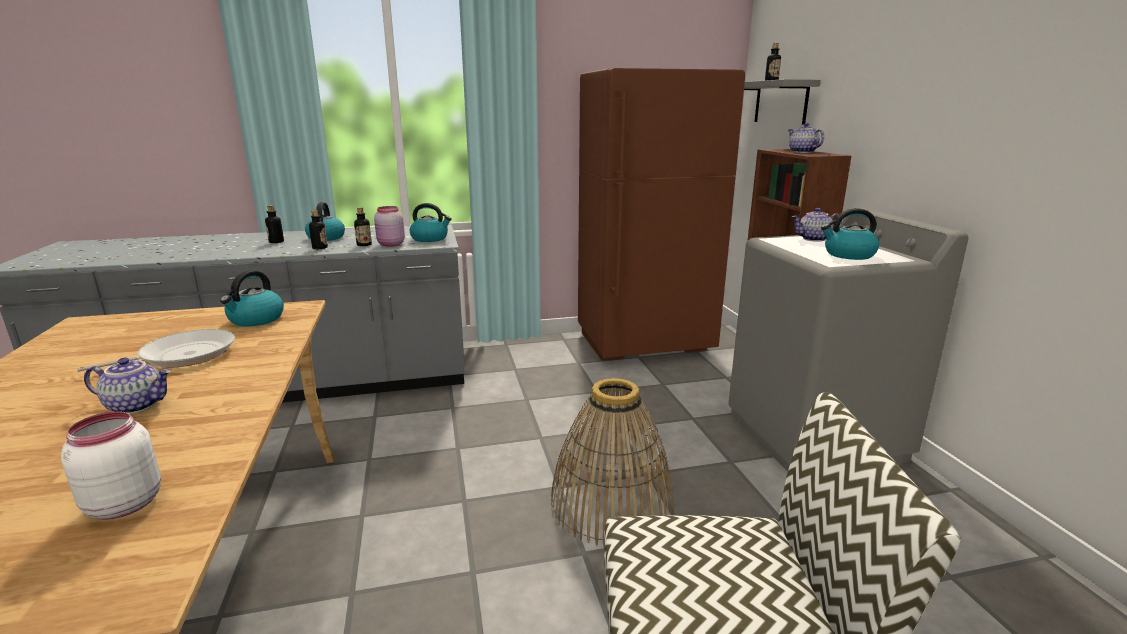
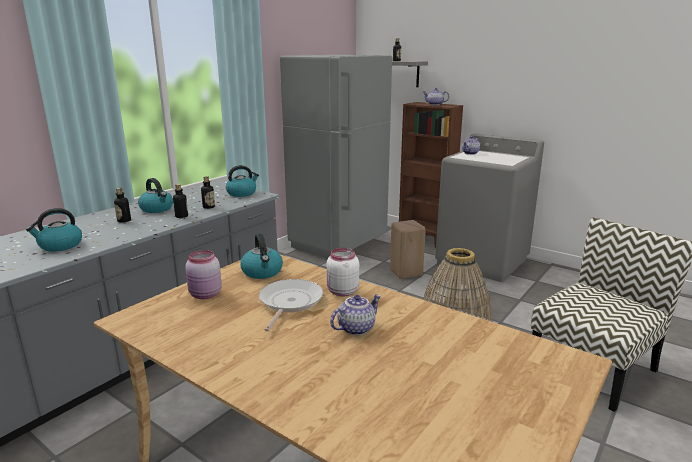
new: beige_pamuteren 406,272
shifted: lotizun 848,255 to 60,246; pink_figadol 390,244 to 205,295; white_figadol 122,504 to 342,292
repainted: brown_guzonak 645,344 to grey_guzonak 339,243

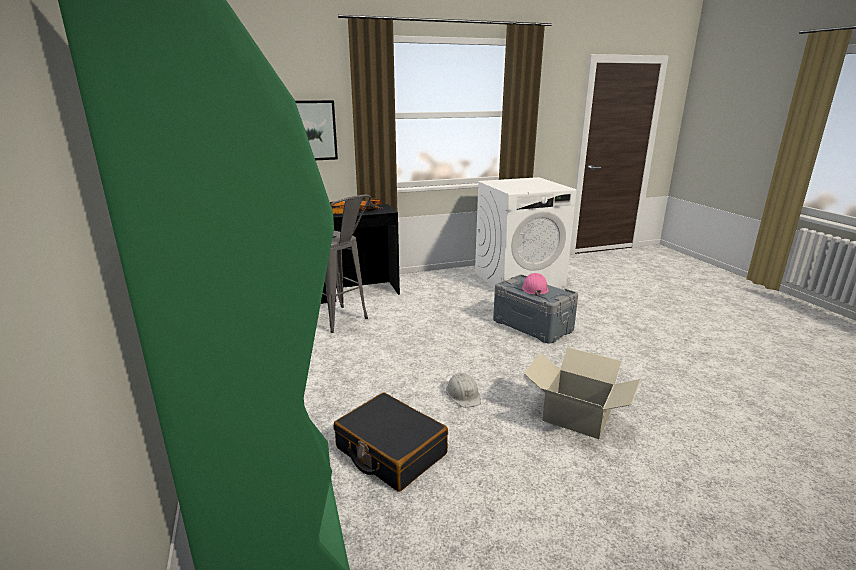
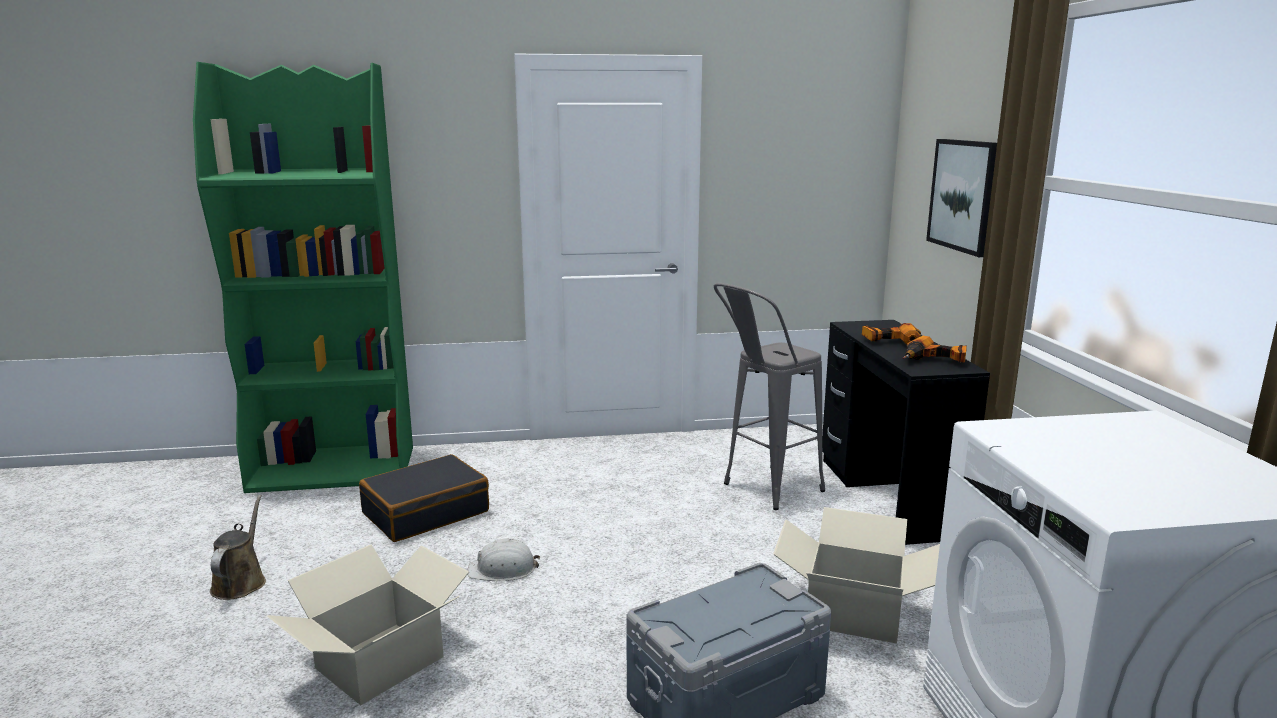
gone: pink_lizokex 534,289
new: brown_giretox 240,582; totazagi 853,612

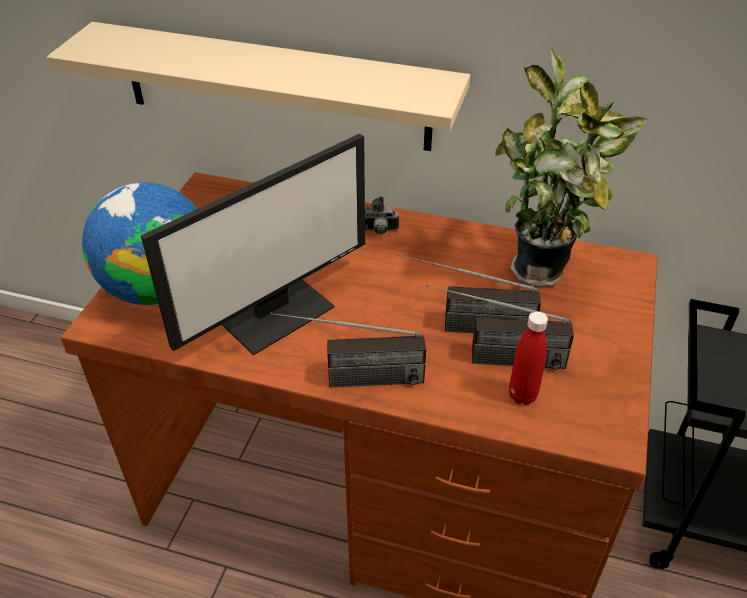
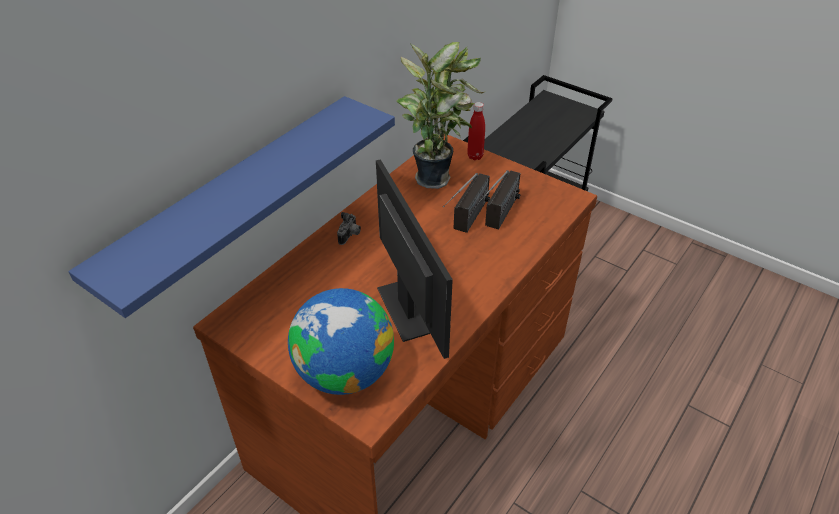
gone: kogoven 350,379
shifted: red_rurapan 522,395 to 475,156
repainted: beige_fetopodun 275,87 to blue_fetopodun 233,201

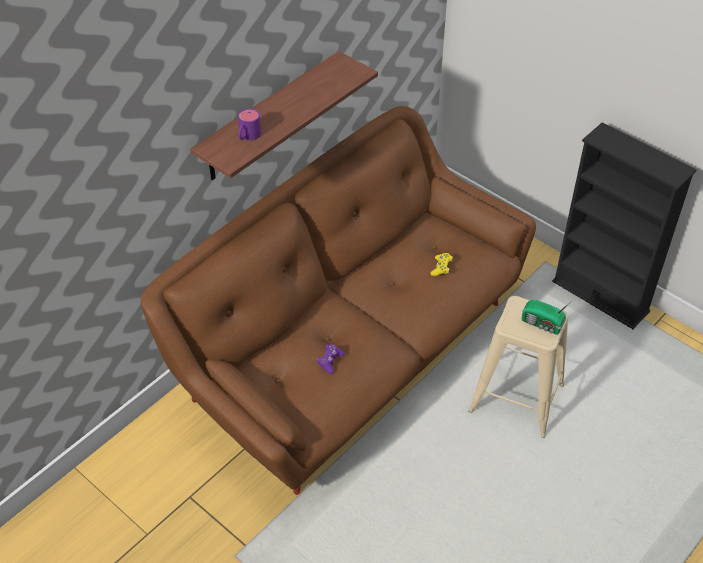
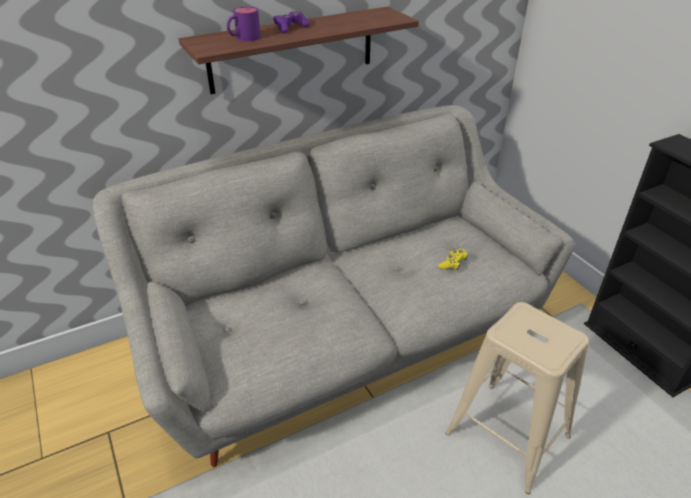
gone: kogoven 543,324
shifted: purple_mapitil 330,361 to 290,27
repainted: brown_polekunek 351,352 to grey_polekunek 345,337

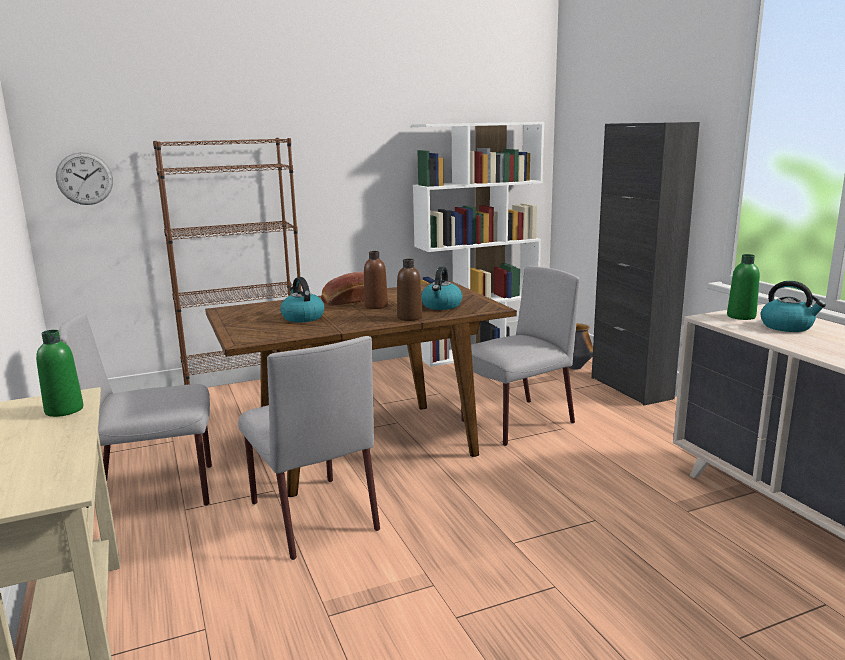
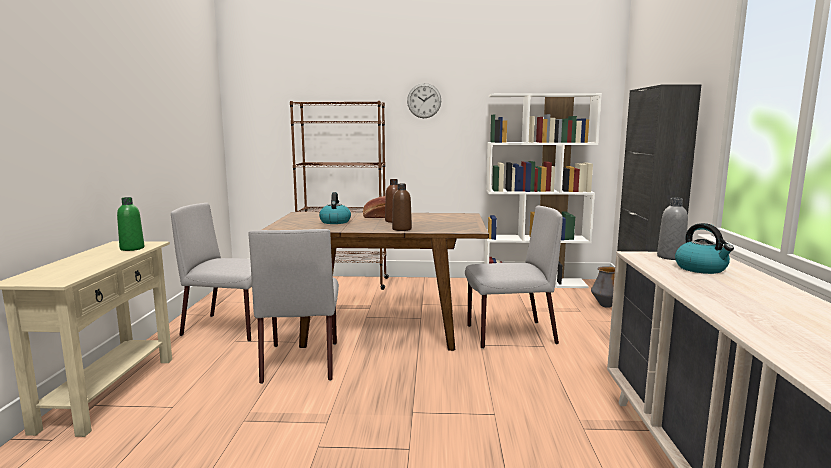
gone: lotizun 441,306
shifted: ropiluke 84,178 to 424,100
repainted: green_rurapan 741,316 to grey_rurapan 670,257

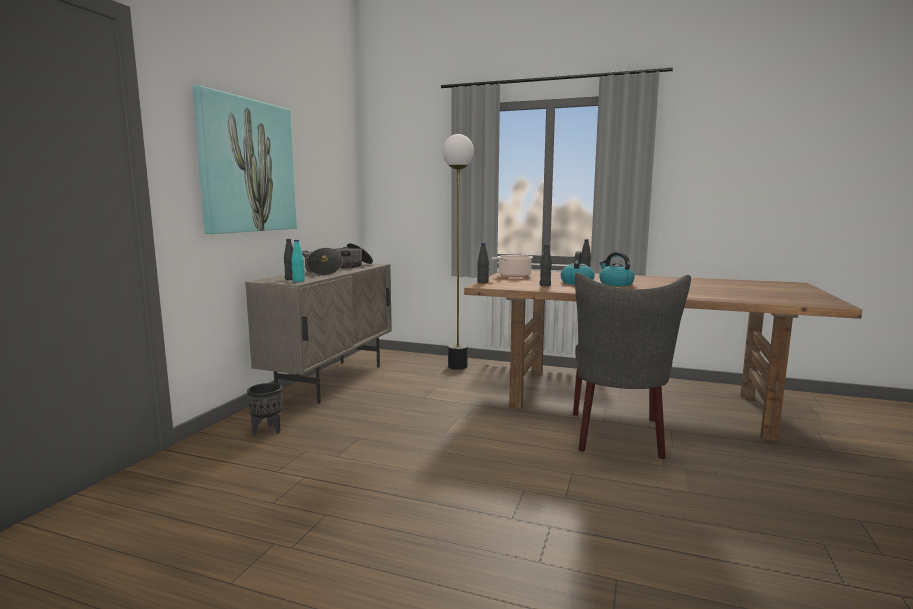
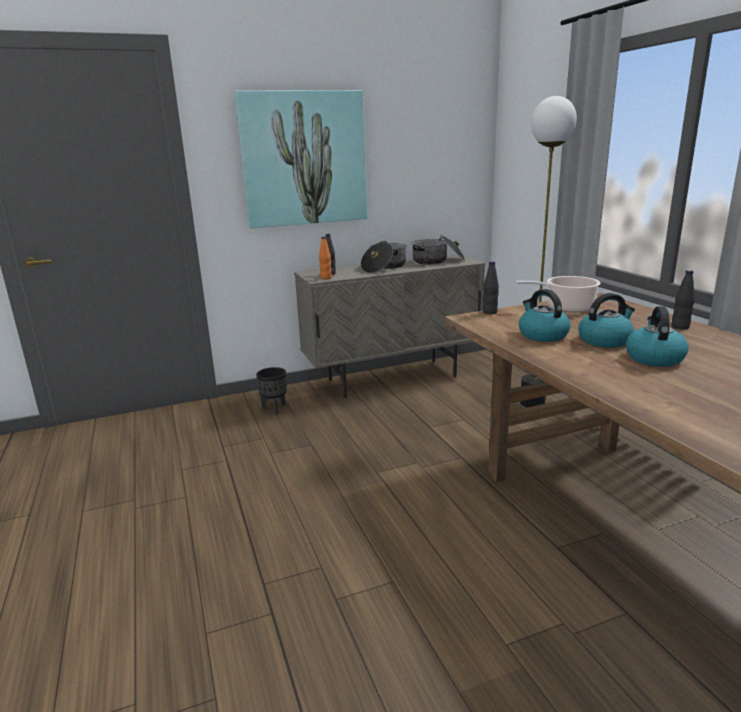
gone: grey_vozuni 617,437
swapped: black_rurapan 545,285 to lotizun 542,335
repainted: turquoise_rurapan 298,281 to orange_rurapan 326,278

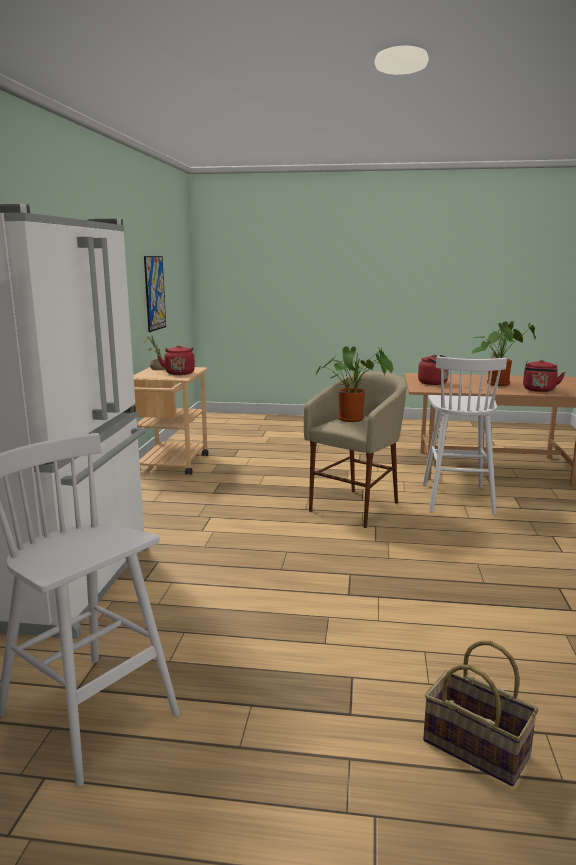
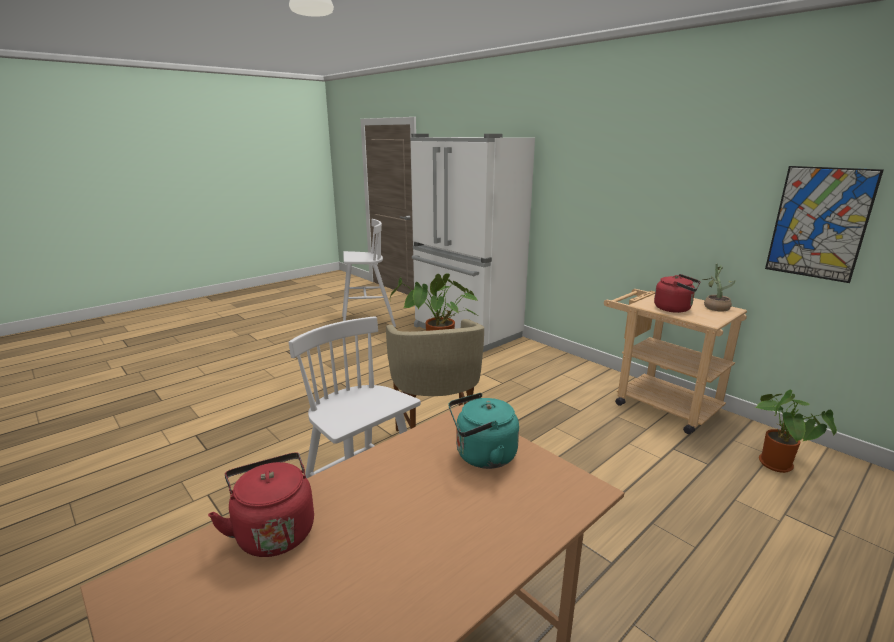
gone: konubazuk 477,747
shifted: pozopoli 498,383 to 778,466
repainted: red_lotizun 435,383 to turquoise_lotizun 482,456

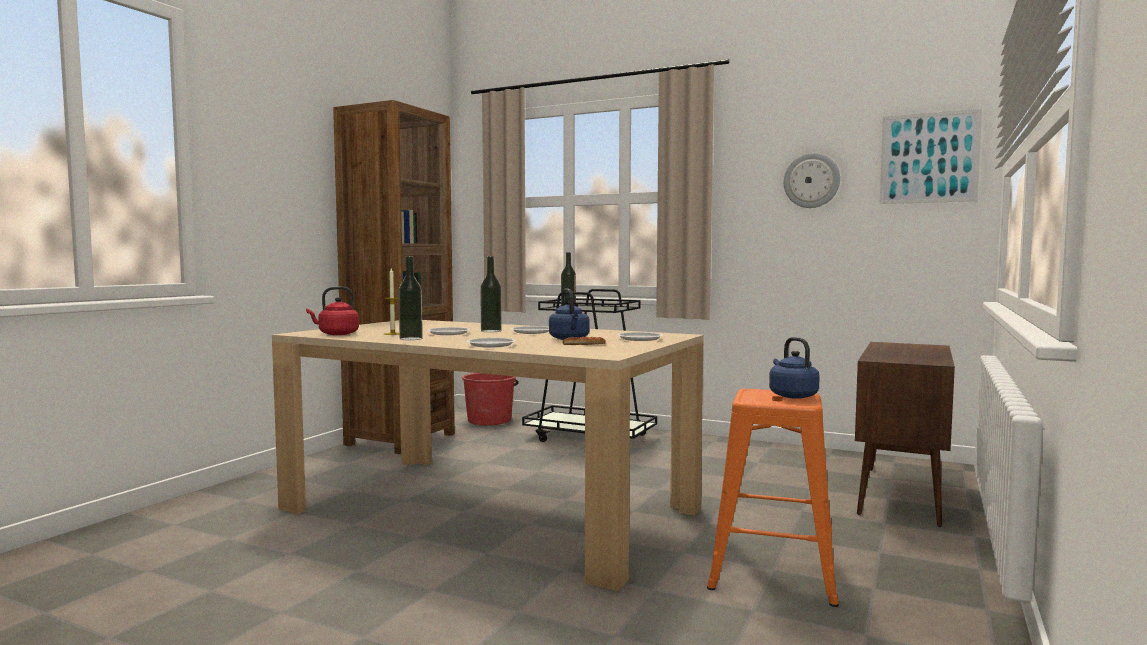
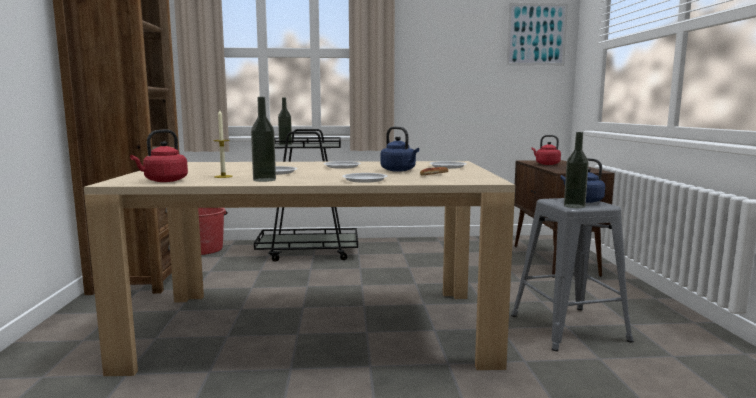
gone: ropiluke 811,180
new: red_lotizun 546,164
shifted: rurapan 491,331 to 574,206
repainted: orange_pamuteren 774,572 to grey_pamuteren 570,328

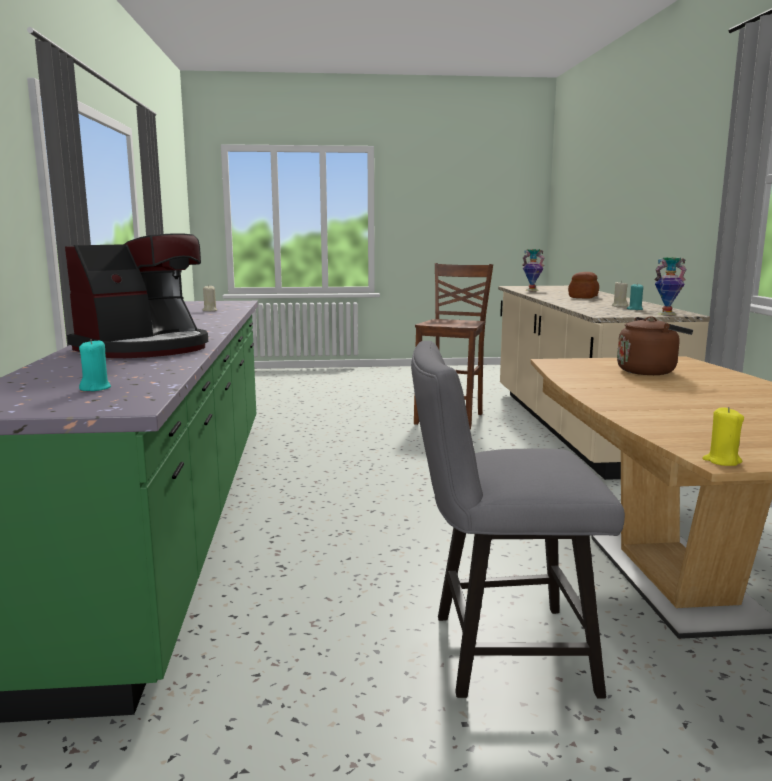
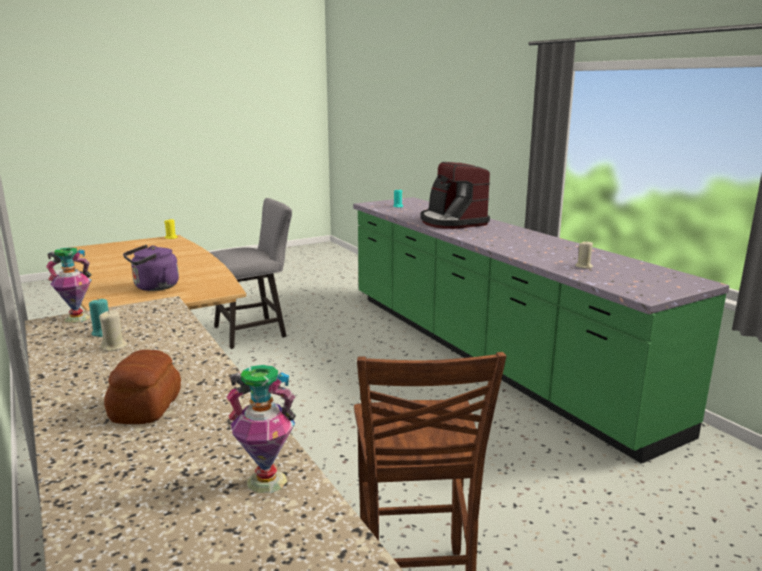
repainted: brown_lotizun 649,371 to purple_lotizun 154,287
rotated: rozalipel 145,348 = 452,222 45 degrees counterclockwise

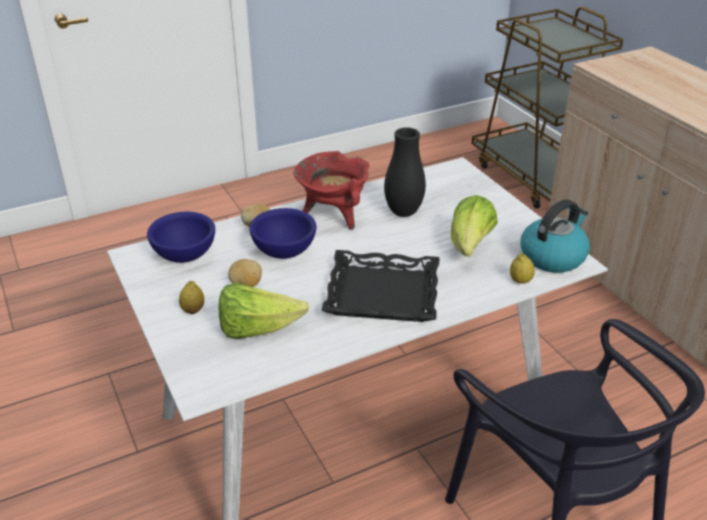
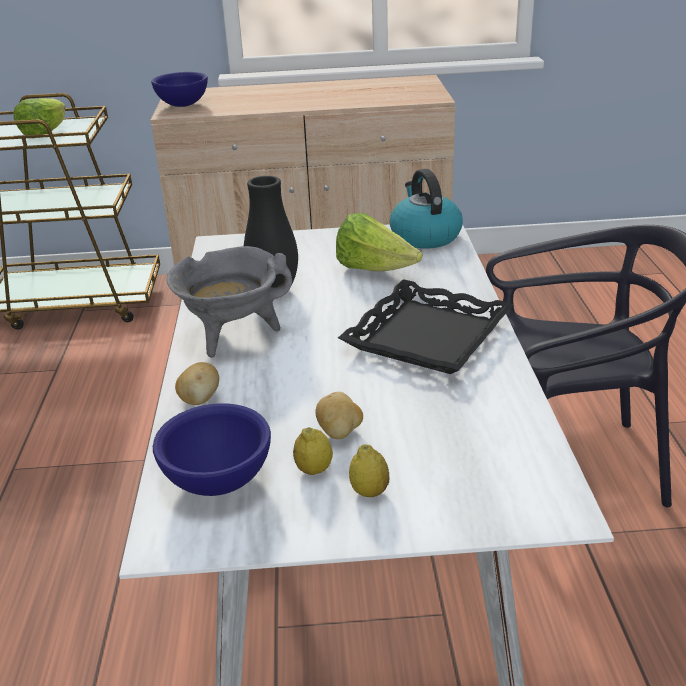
shifted: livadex 257,329 to 45,133; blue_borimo 285,252 to 183,105; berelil 520,281 to 314,470
repainted: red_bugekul 333,215 to grey_bugekul 233,336

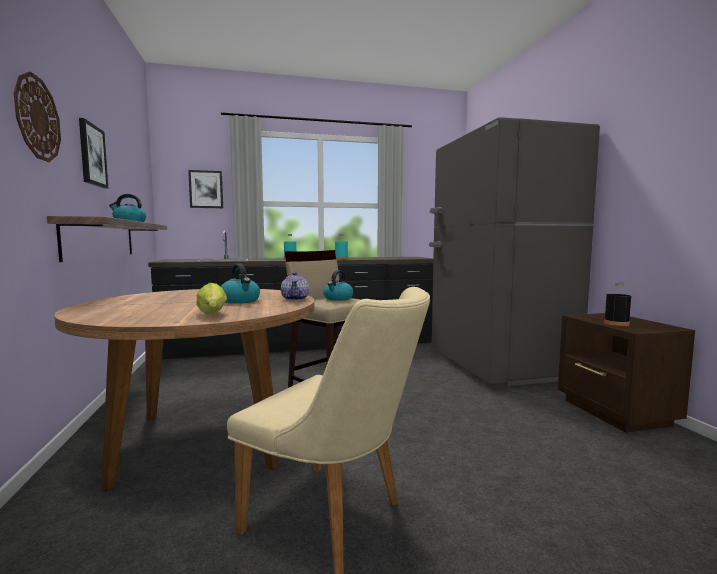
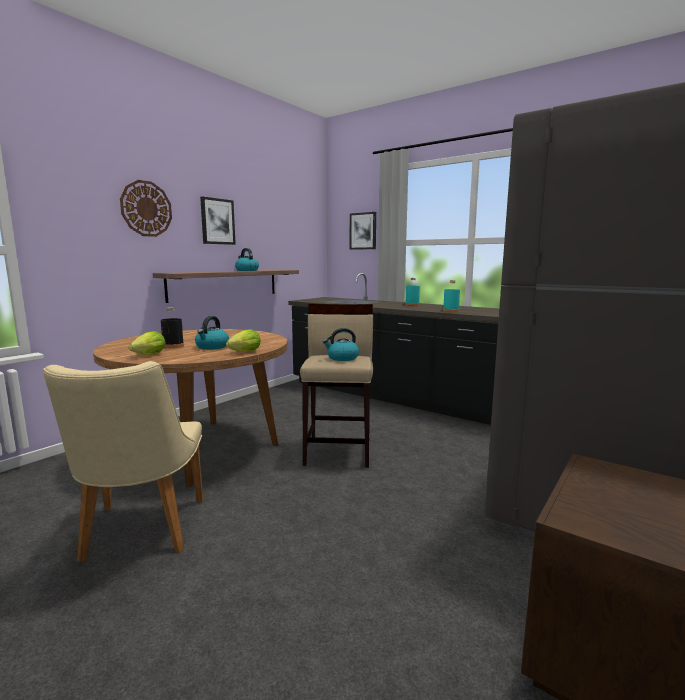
shifted: black_rurapan 616,323 to 173,346
swapped: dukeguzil 295,299 to livadex 243,352

